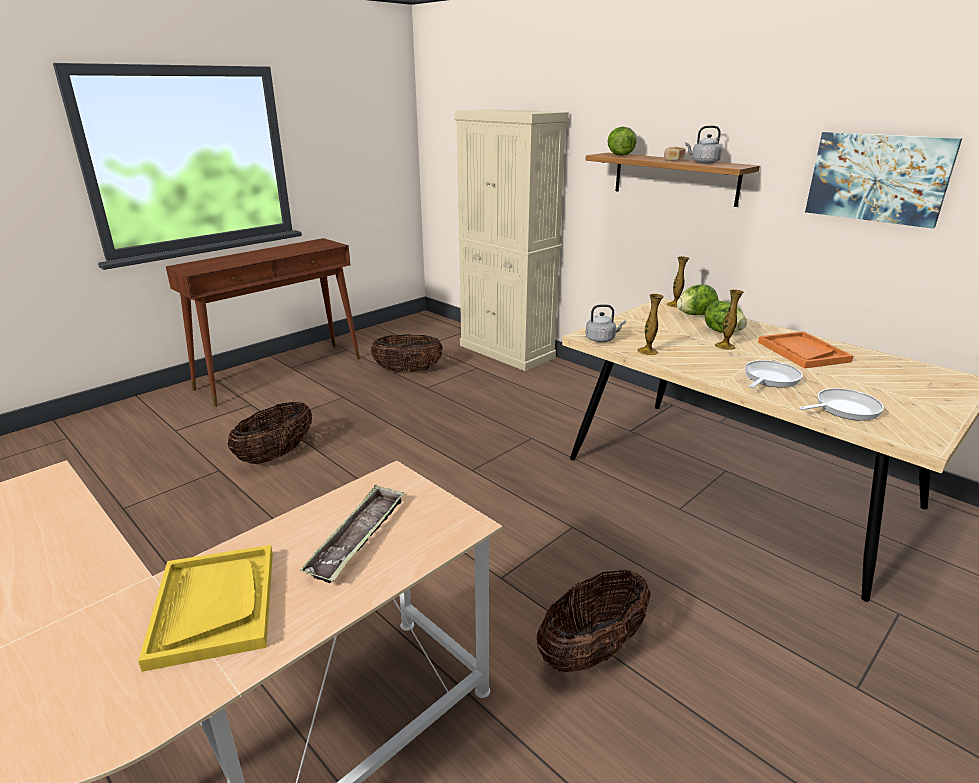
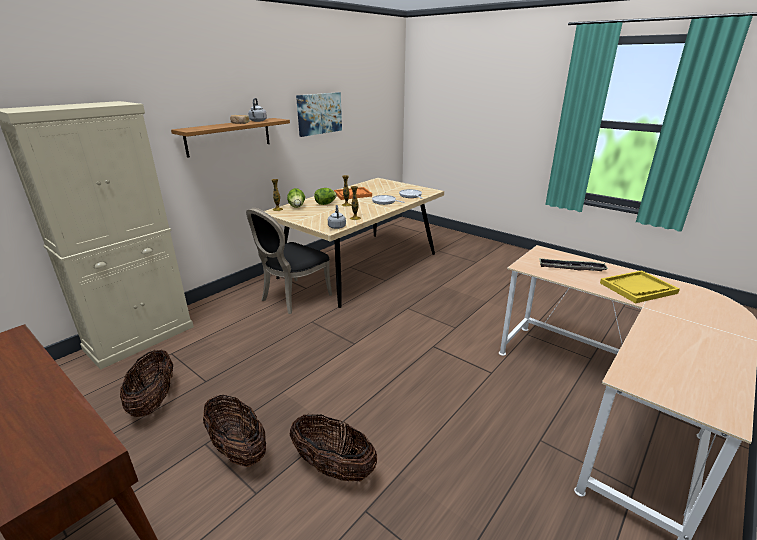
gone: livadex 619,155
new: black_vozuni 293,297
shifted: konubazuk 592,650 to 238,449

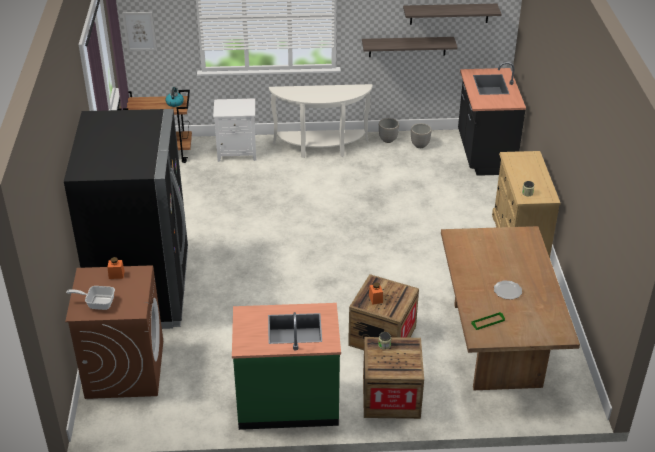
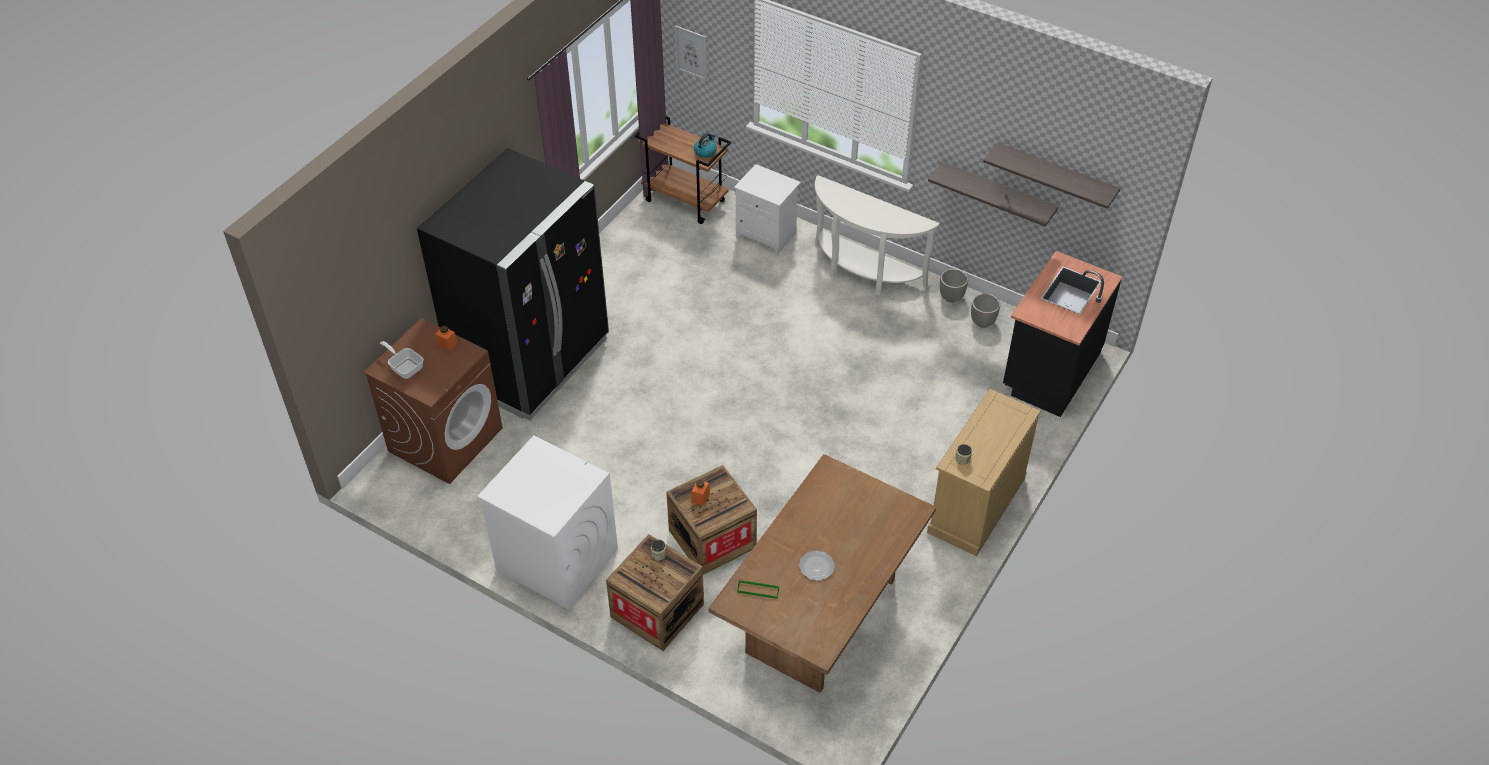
swapped: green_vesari 288,402 to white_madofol 556,559

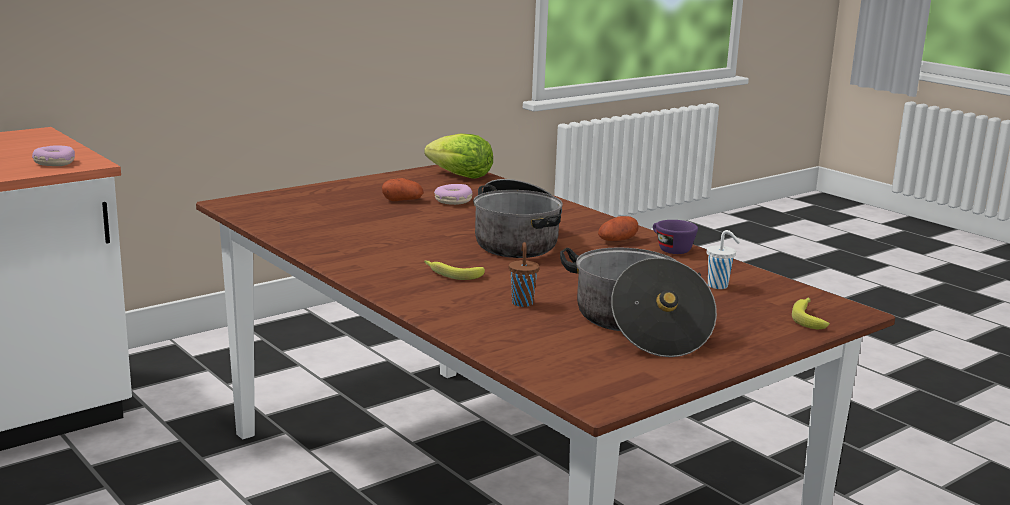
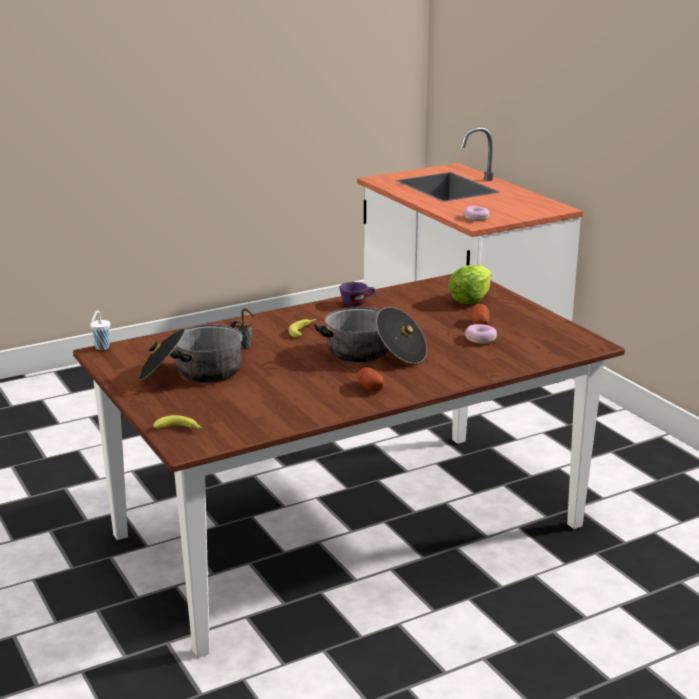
shifted: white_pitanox 719,286 to 101,348; purple_pitanox 670,249 to 357,303; livadex 461,176 to 470,299

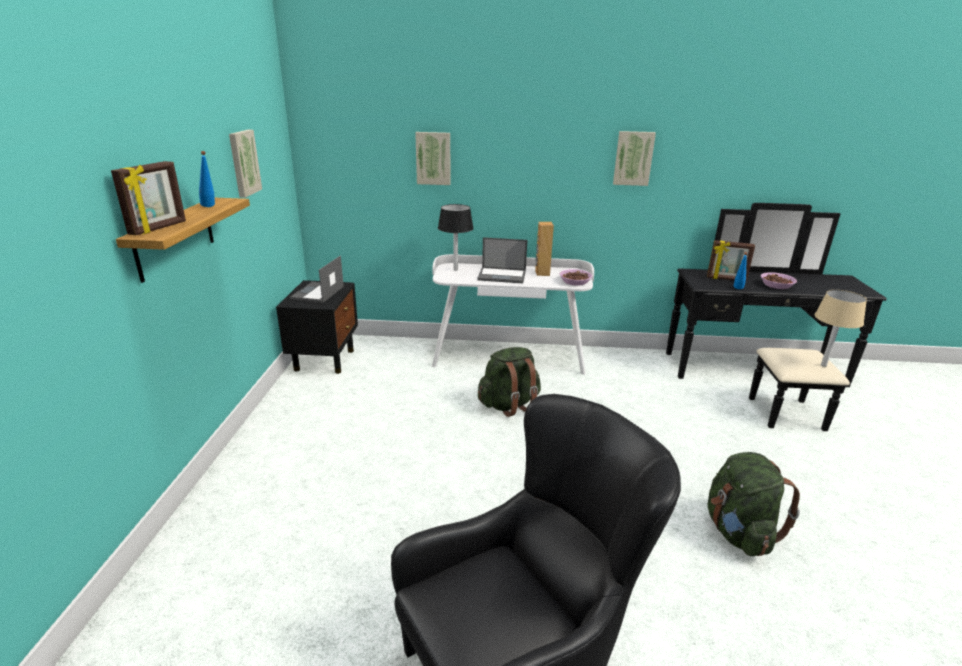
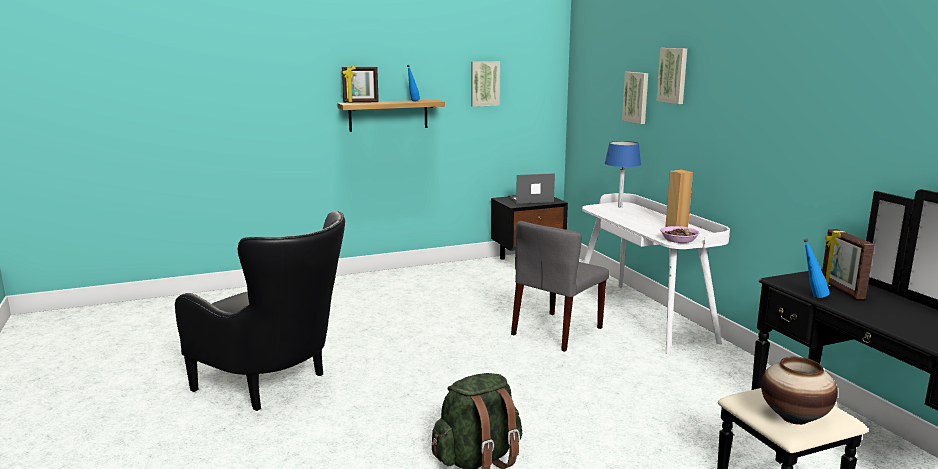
gone: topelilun 502,275; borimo 776,285
shifted: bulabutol 633,158 to 673,75
swapped: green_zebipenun 509,404 to grey_vozuni 557,331; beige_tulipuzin 823,365 to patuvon 793,418
repainted: black_tulipuzin 455,270 to blue_tulipuzin 620,206

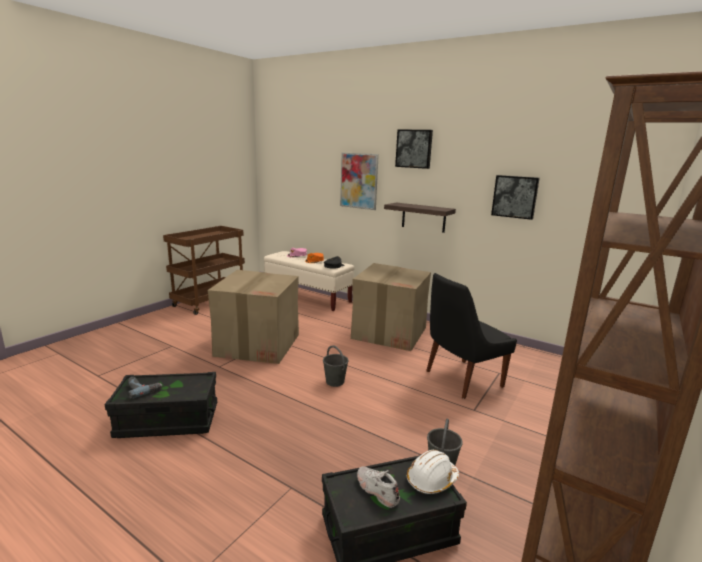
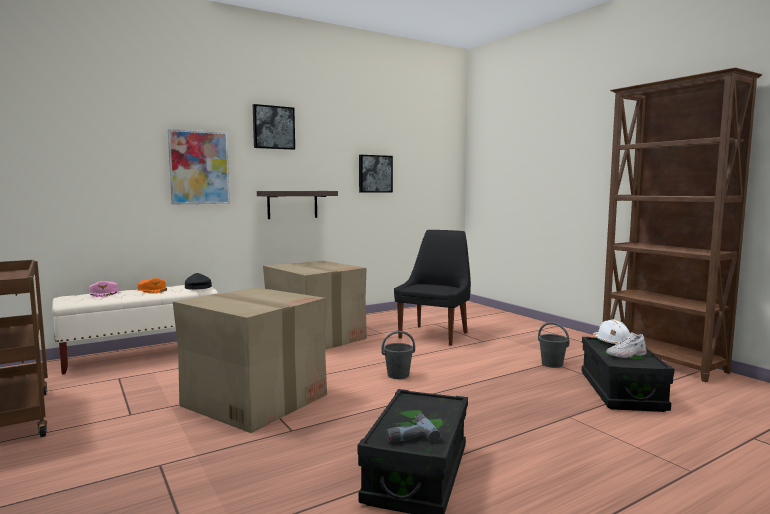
rotated: black_vozuni 461,379 = 434,335 150 degrees counterclockwise

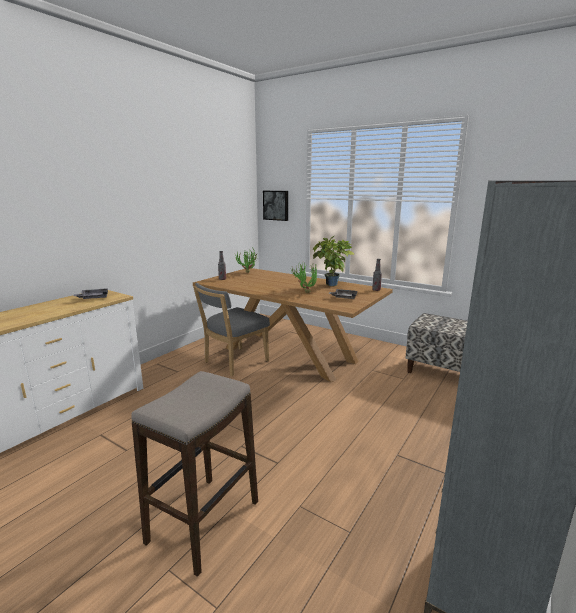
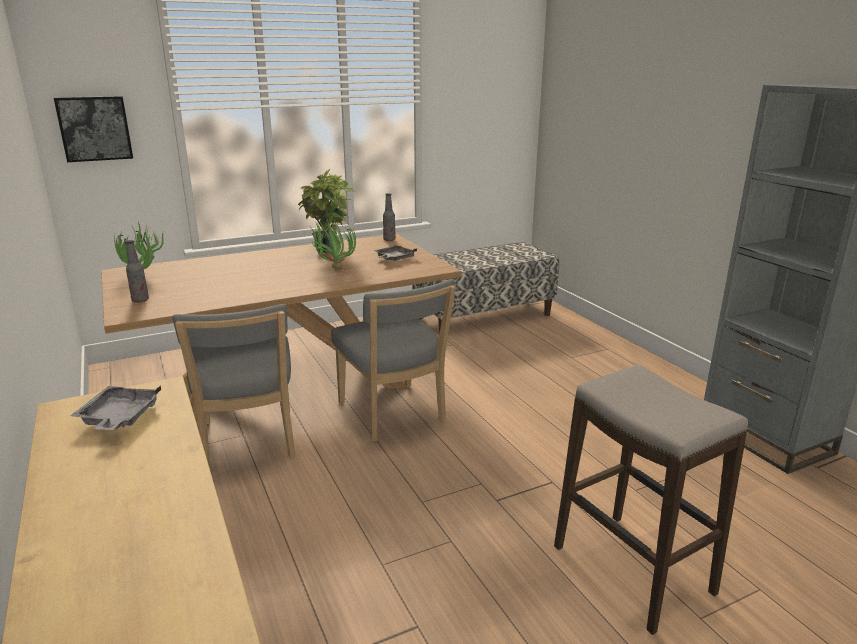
new: grey_vozuni 393,415

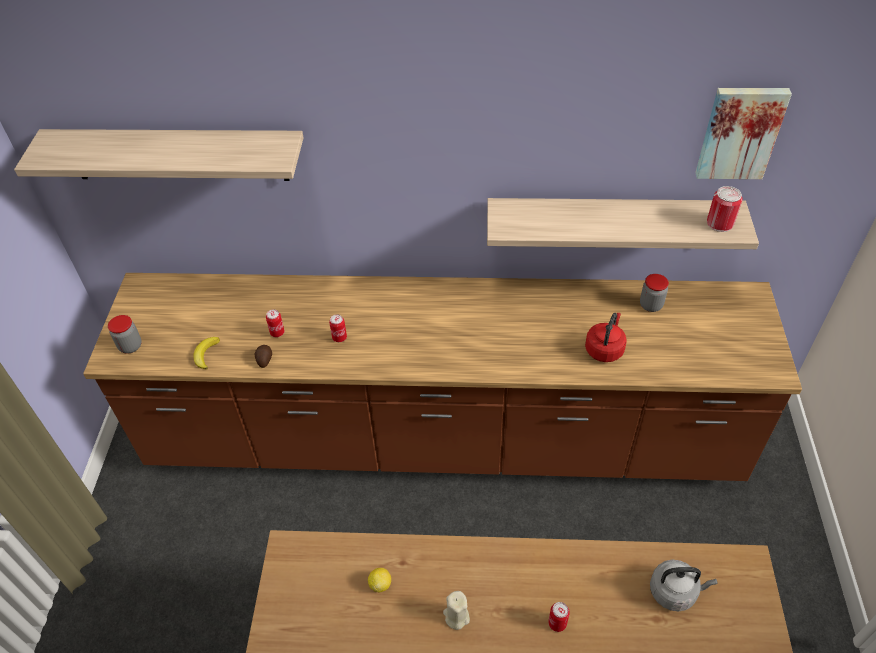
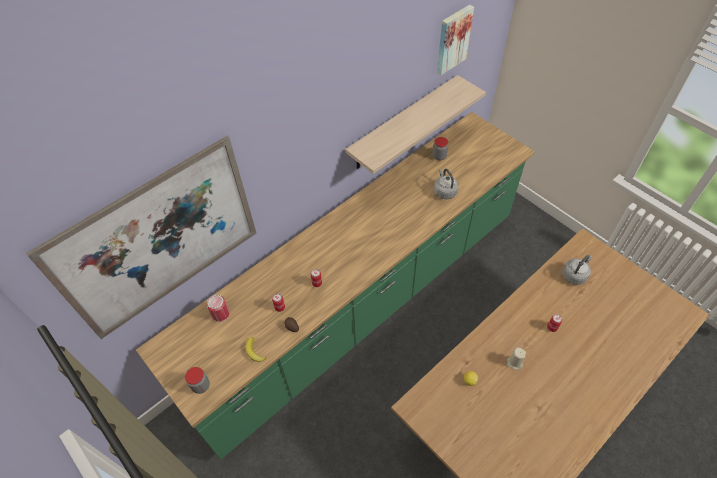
shifted: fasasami 720,223 to 221,314
swapped: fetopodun 177,154 to bulabutol 160,240
repainted: brown_vesari 442,440 to green_vesari 361,306; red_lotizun 604,349 to grey_lotizun 444,191

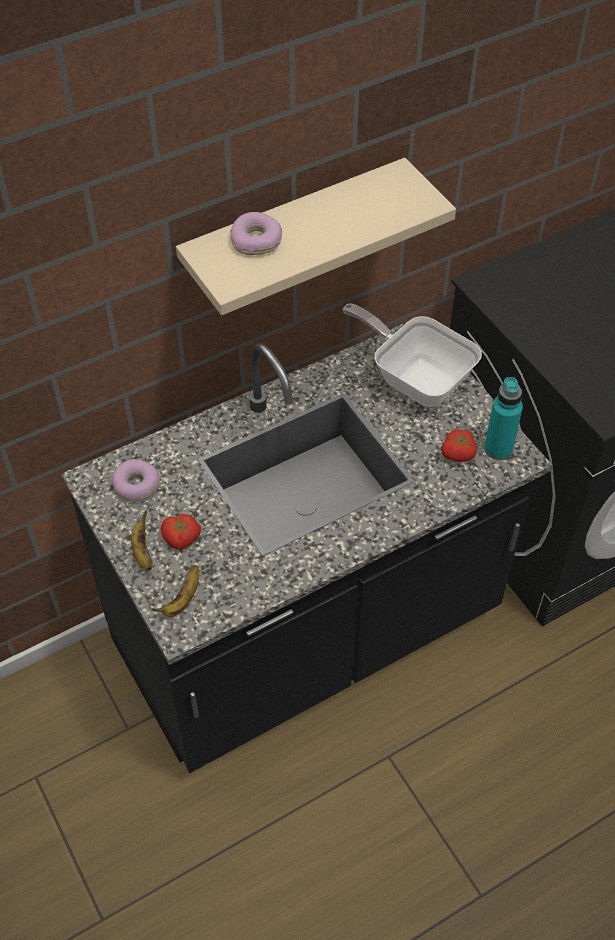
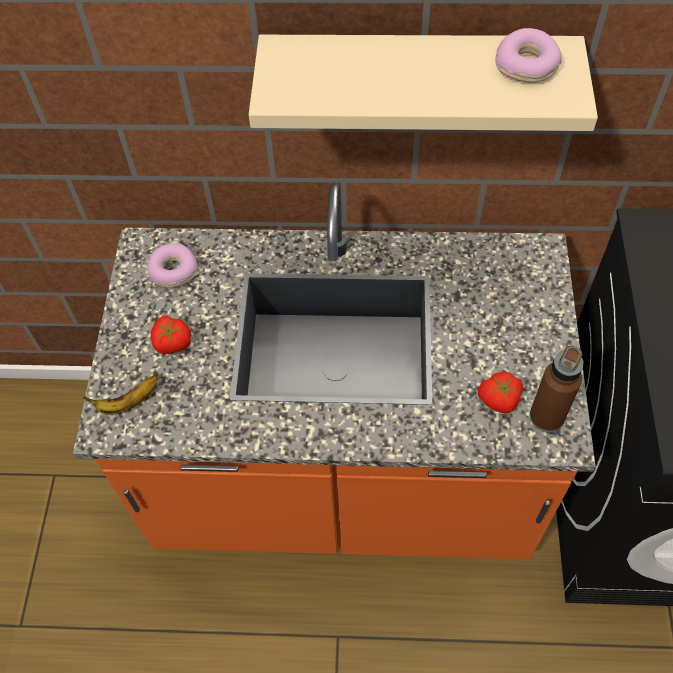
gone: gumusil 142,551; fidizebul 415,378
shifted: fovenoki 256,241 to 527,65
repainted: black_vesari 307,634 to orange_vesari 343,481; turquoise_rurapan 498,449 to brown_rurapan 546,417

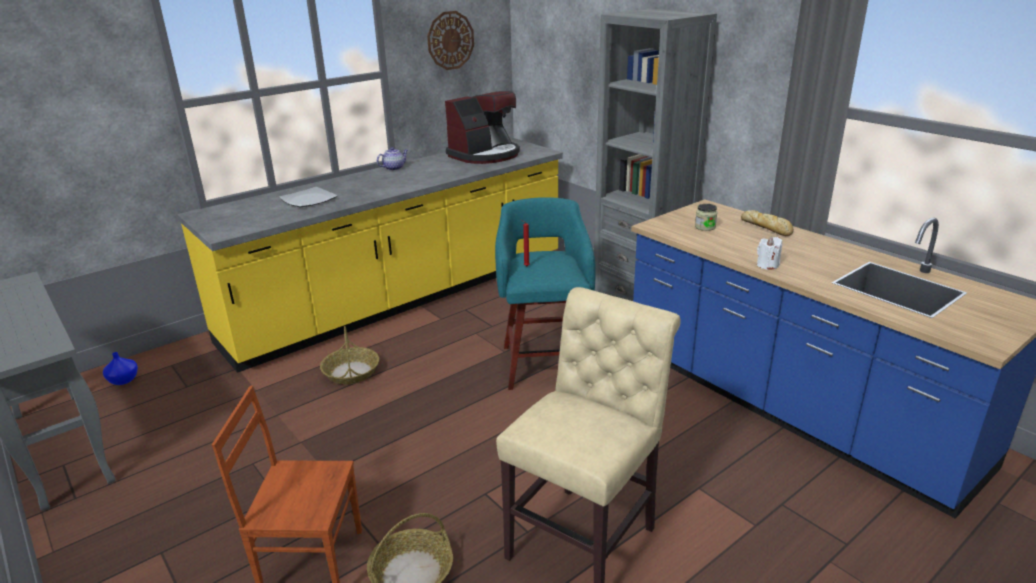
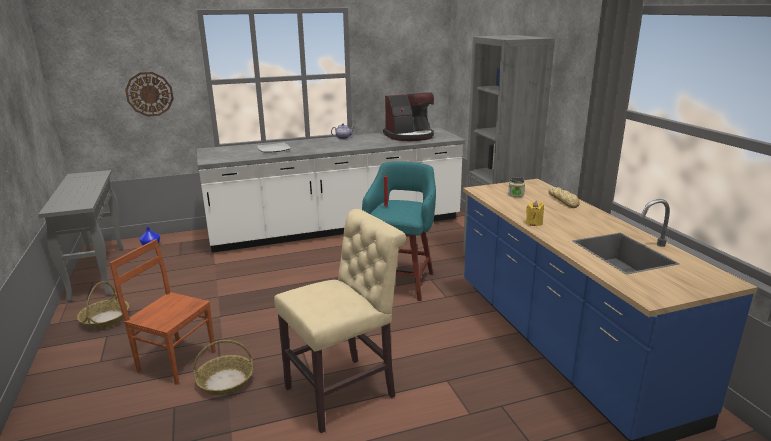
shifted: konubazuk 351,372 to 105,319; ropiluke 450,40 to 149,94
repainted: yellow_vesari 403,298 to white_vesari 337,228; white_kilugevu 767,265 to yellow_kilugevu 534,223

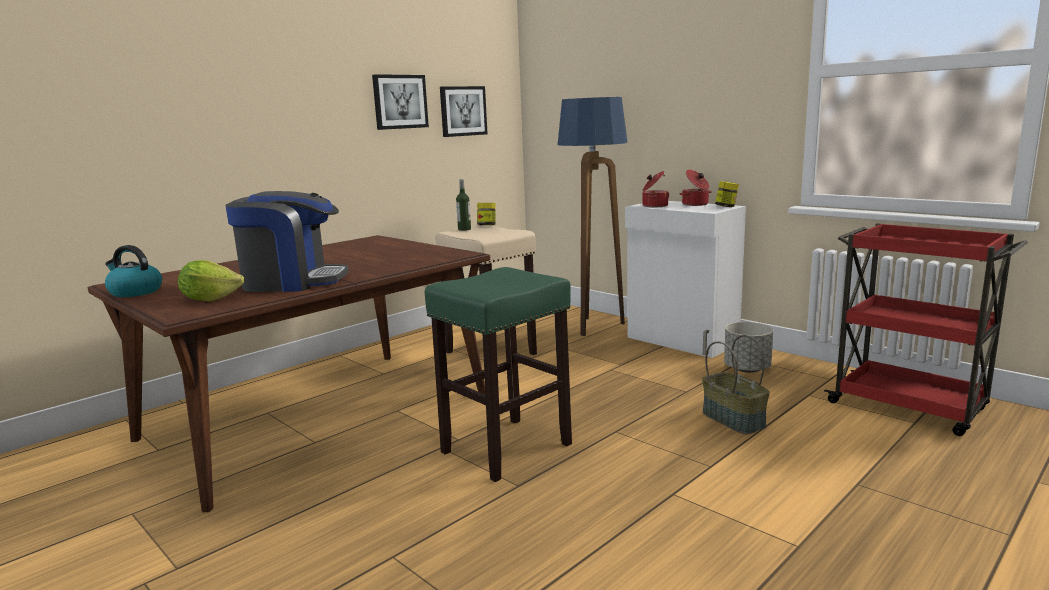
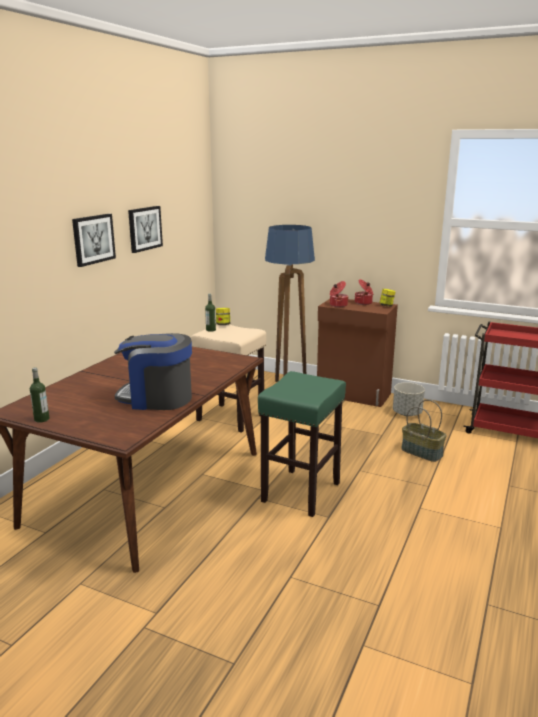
gone: livadex 211,299
shifted: bulabutol 463,111 to 93,239
swapped: lotizun 135,292 to rurapan 41,419
repainted: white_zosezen 682,341 to brown_zosezen 353,395
rotated: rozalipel 292,282 = 157,398 150 degrees counterclockwise

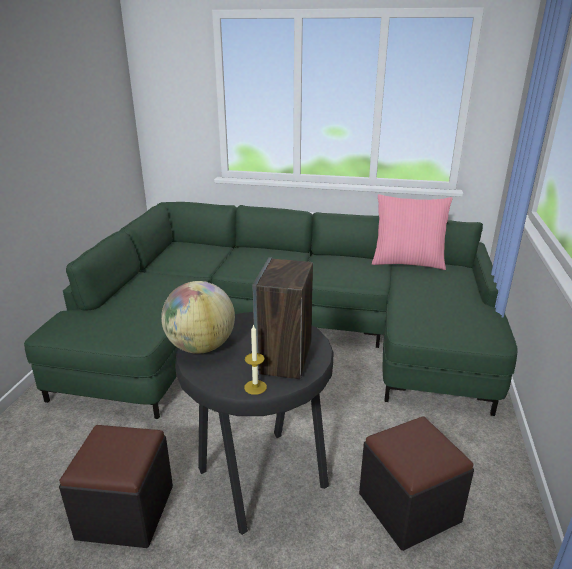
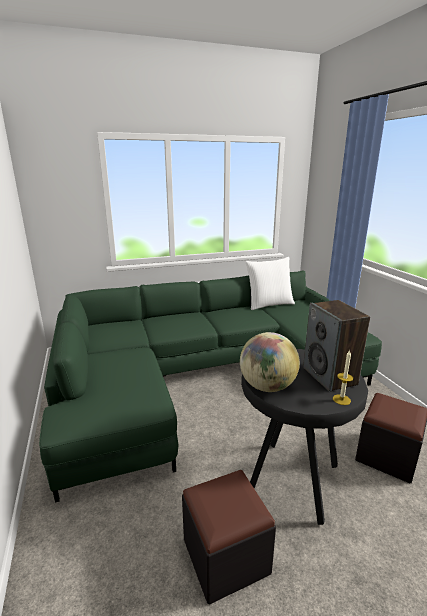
repainted: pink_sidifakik 407,262 to white_sidifakik 269,304

